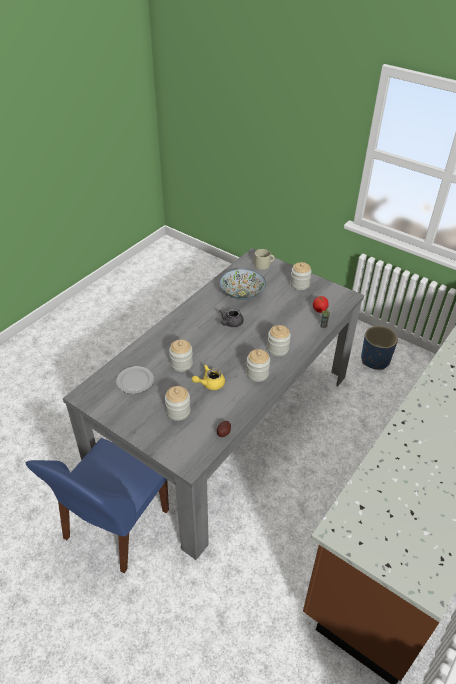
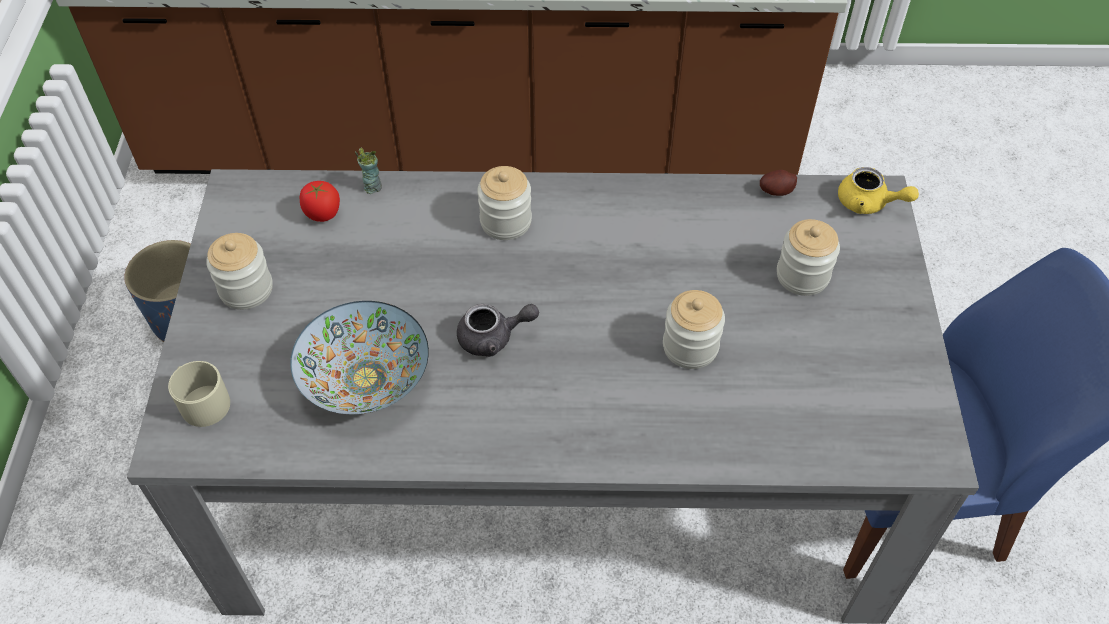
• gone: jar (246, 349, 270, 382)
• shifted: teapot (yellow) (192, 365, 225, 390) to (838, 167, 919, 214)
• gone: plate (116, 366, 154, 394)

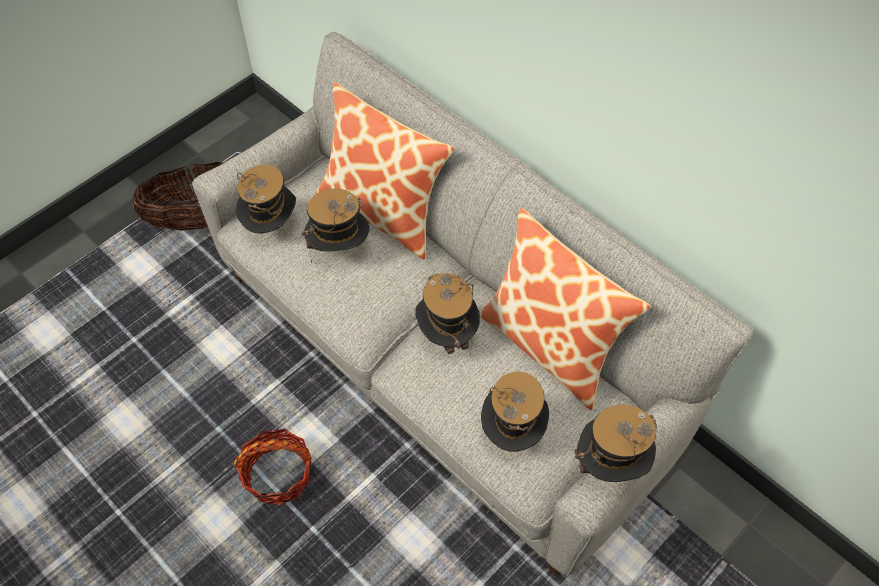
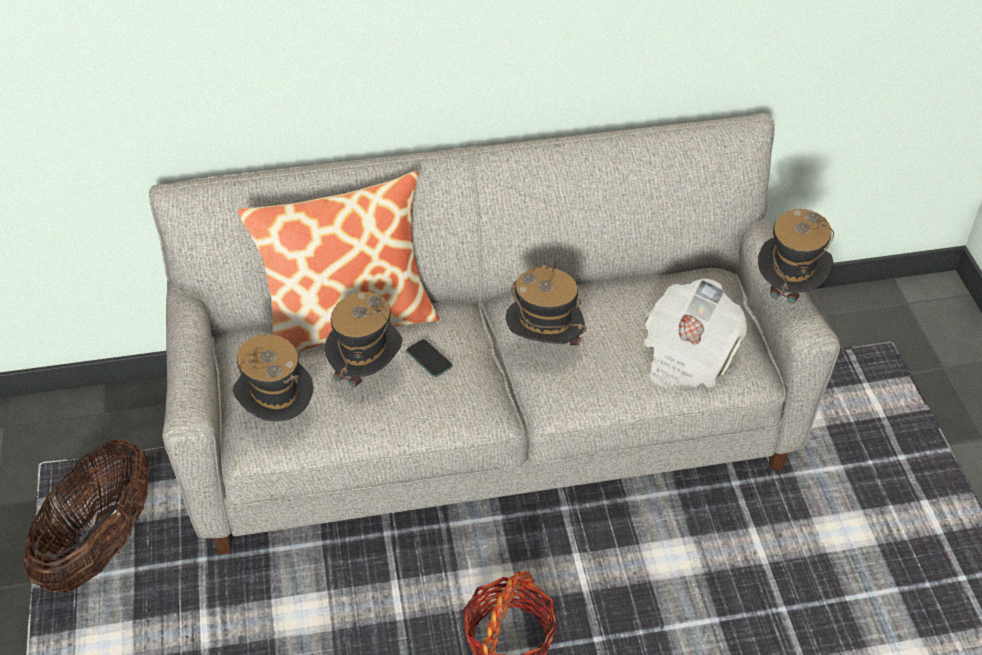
• gone: pillow (479, 208, 651, 410)
• swapped: hat (481, 372, 549, 452) to newspaper (644, 279, 747, 388)
• new: phone (406, 339, 453, 377)

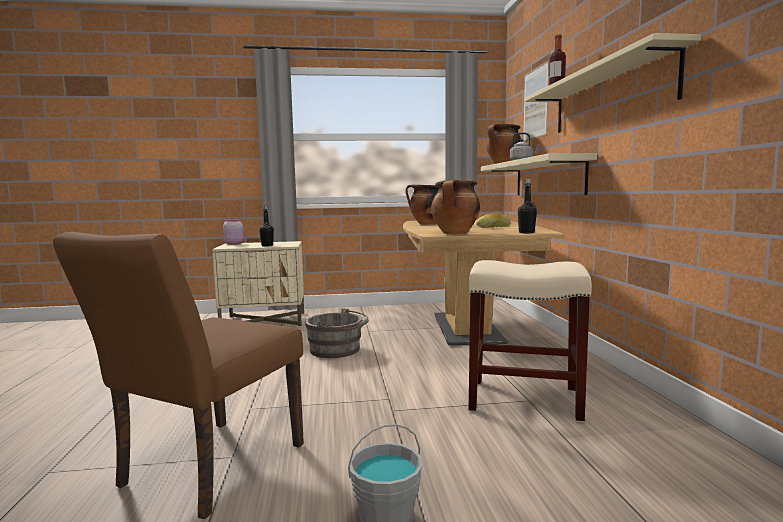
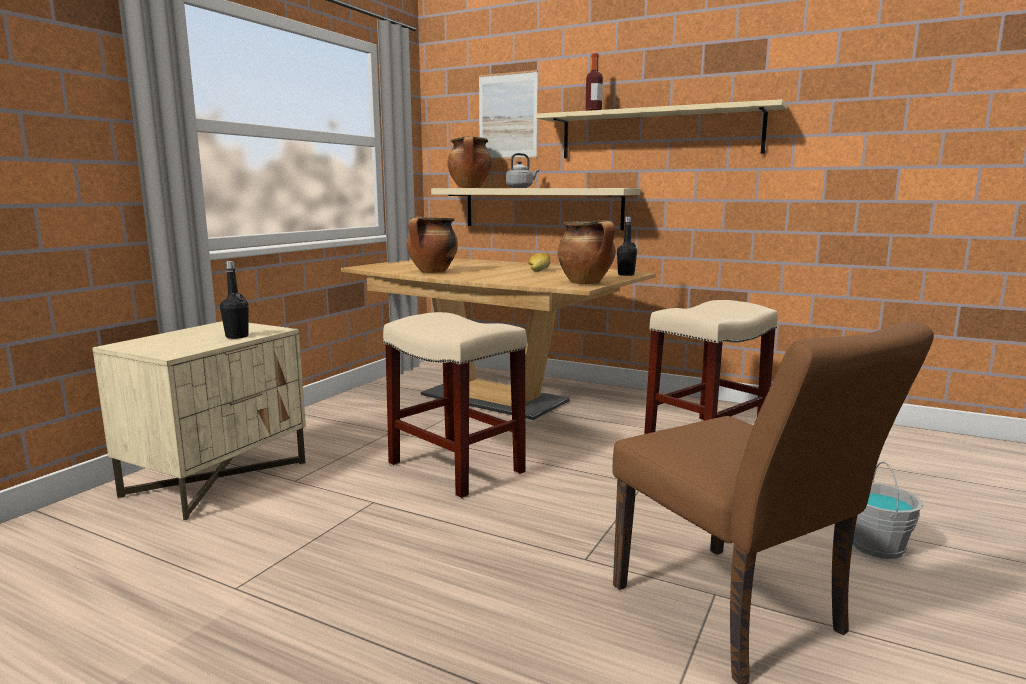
• gone: jar (pink) (223, 218, 244, 245)
• swapped: bucket (grey) (305, 308, 369, 358) to stool (beige) (383, 312, 527, 499)

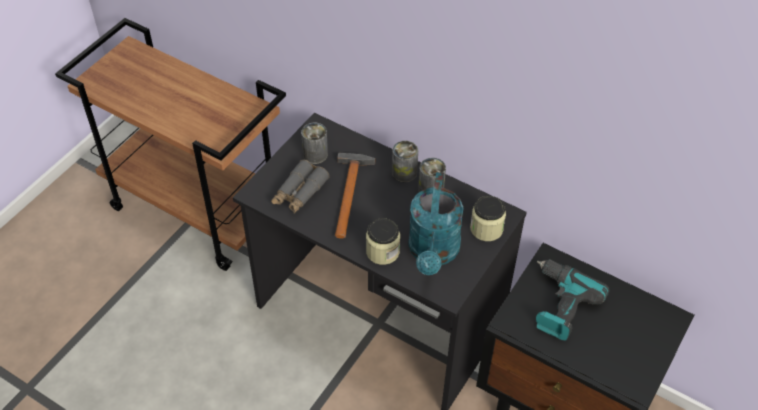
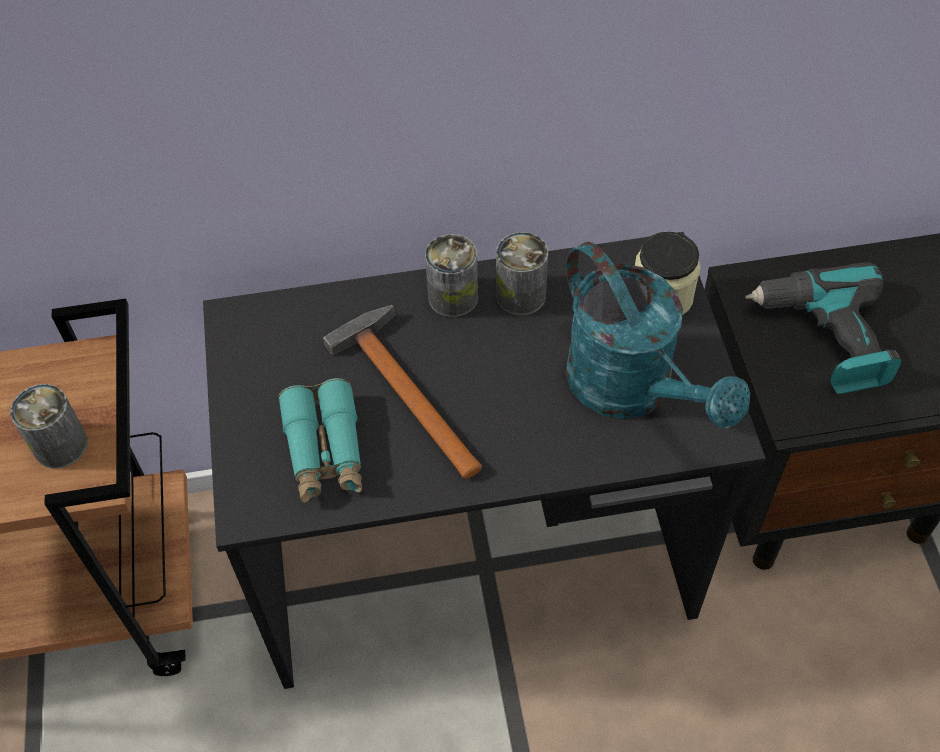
• shifted: can (301, 123, 328, 164) to (10, 384, 88, 468)
• repainted: binoculars (grey) (271, 160, 329, 214) to binoculars (turquoise) (278, 378, 362, 503)
• gone: jar (366, 218, 400, 265)

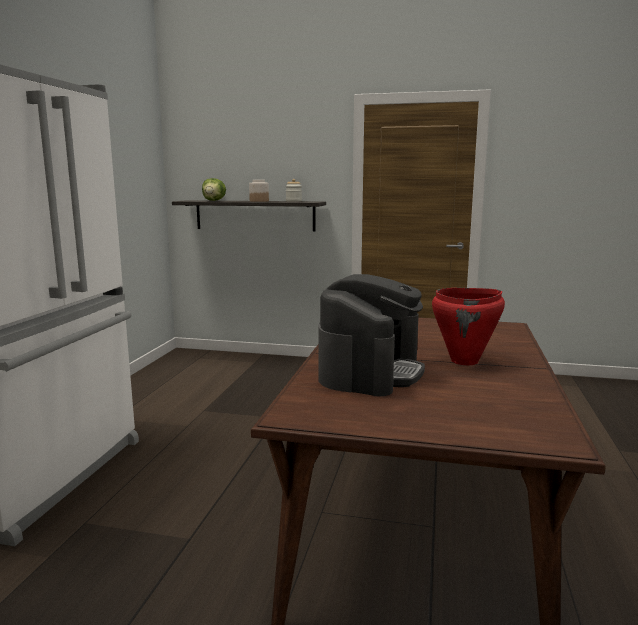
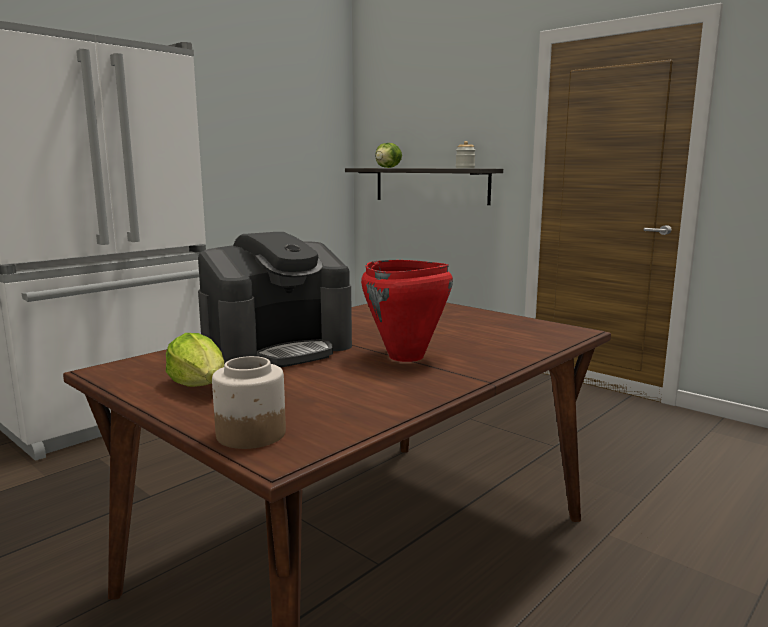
• shifted: jar (249, 180, 269, 202) to (212, 356, 286, 449)
• new: lettuce (166, 333, 224, 387)

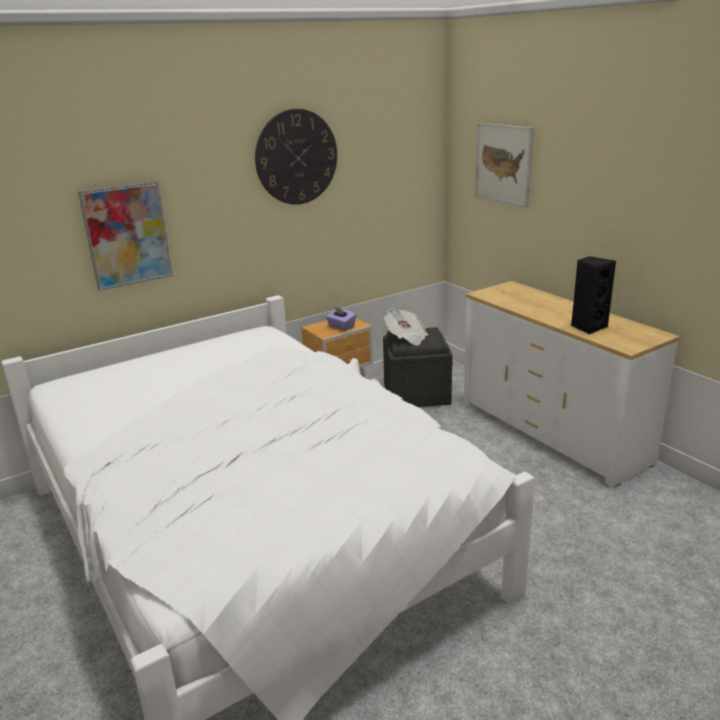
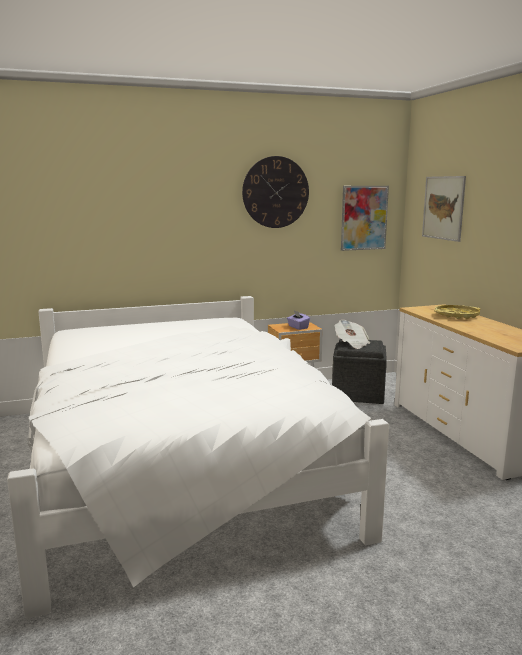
• shifted: picture (78, 181, 173, 291) to (341, 186, 389, 251)
• gone: speaker (black) (571, 256, 616, 335)
• new: tray (yellow) (434, 305, 480, 319)

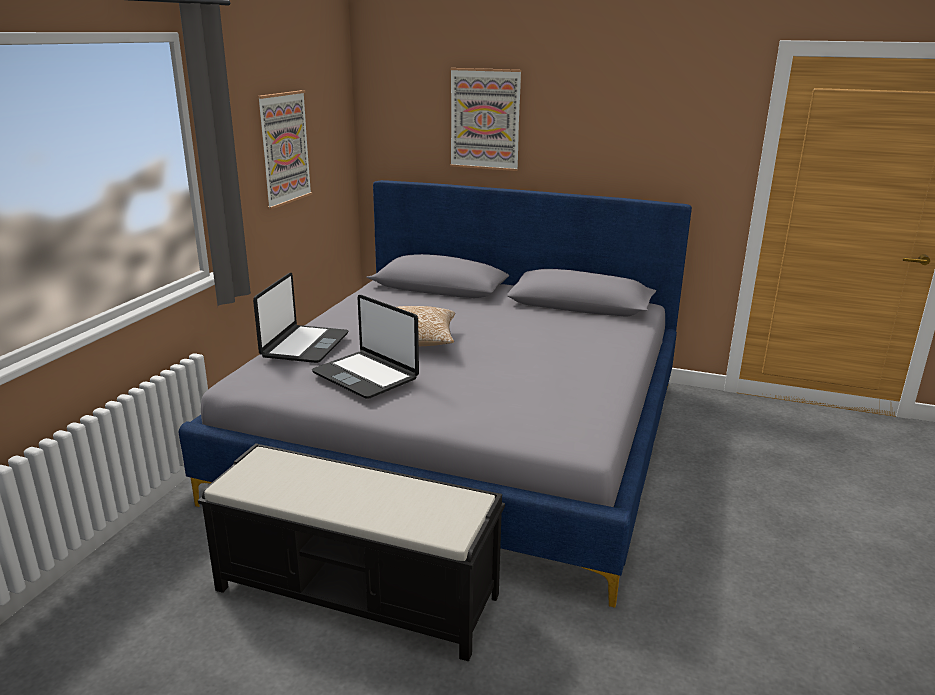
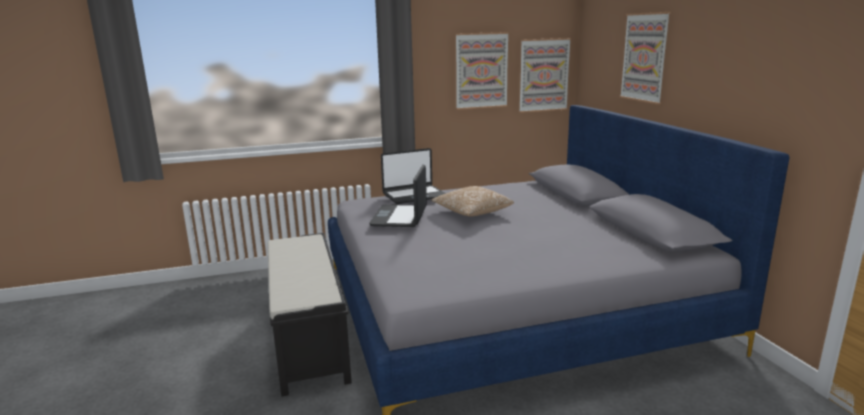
• new: picture (519, 38, 571, 113)

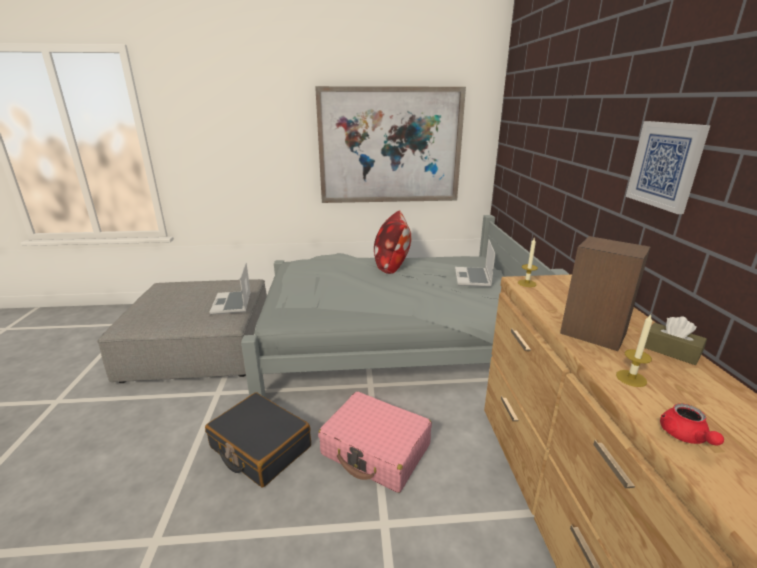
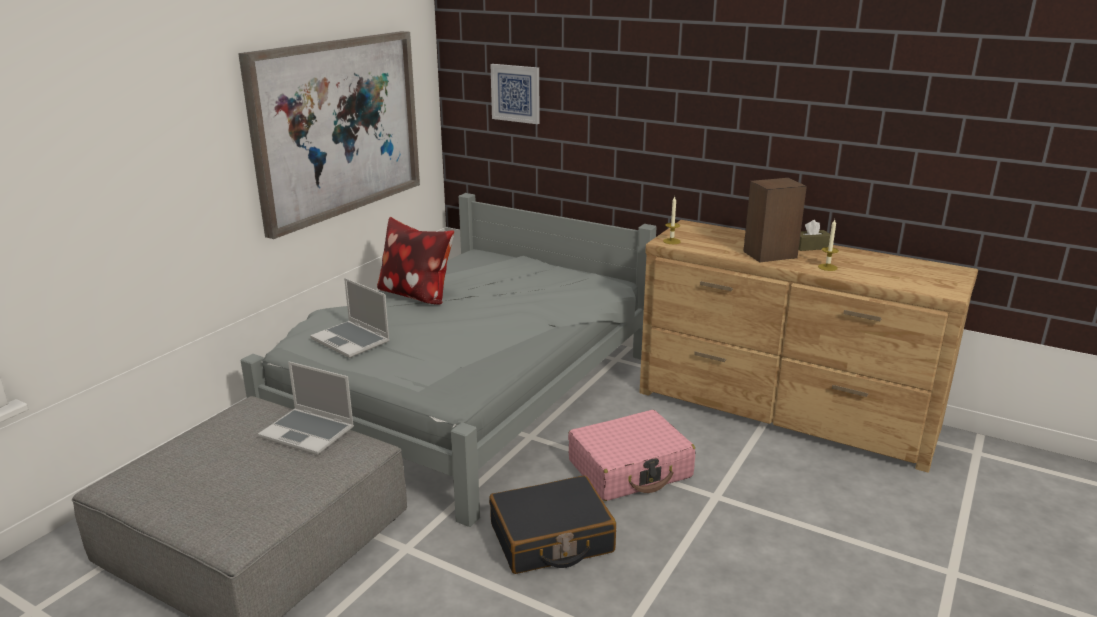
• shifted: picture (626, 121, 711, 214) to (490, 64, 539, 124)
• shifted: laptop (455, 239, 495, 287) to (310, 278, 390, 358)
• gone: teapot (red) (660, 403, 724, 446)

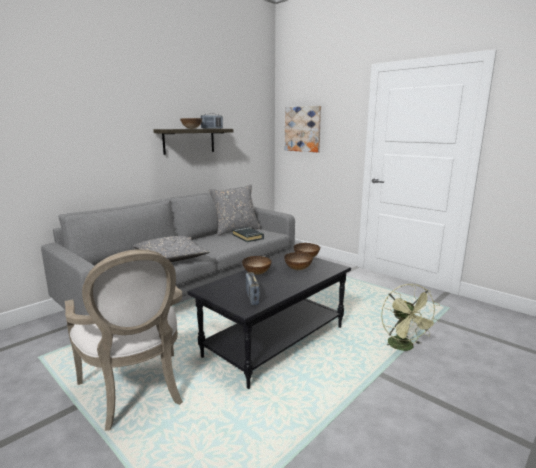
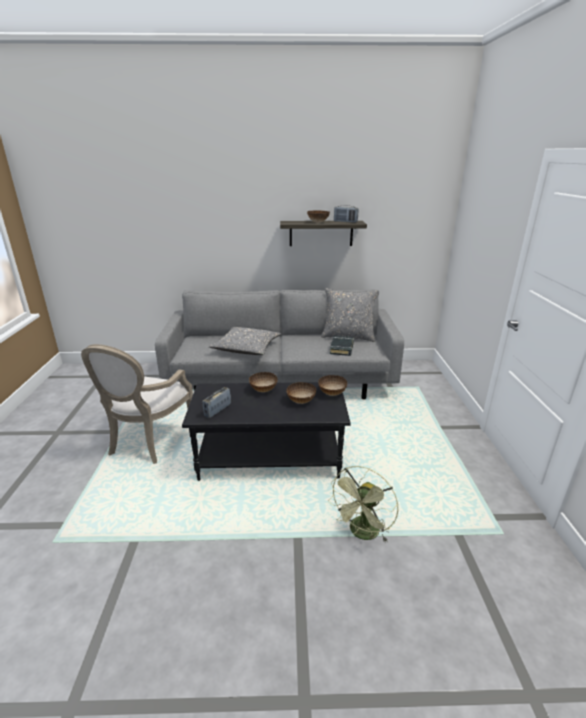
• gone: picture (285, 106, 321, 152)

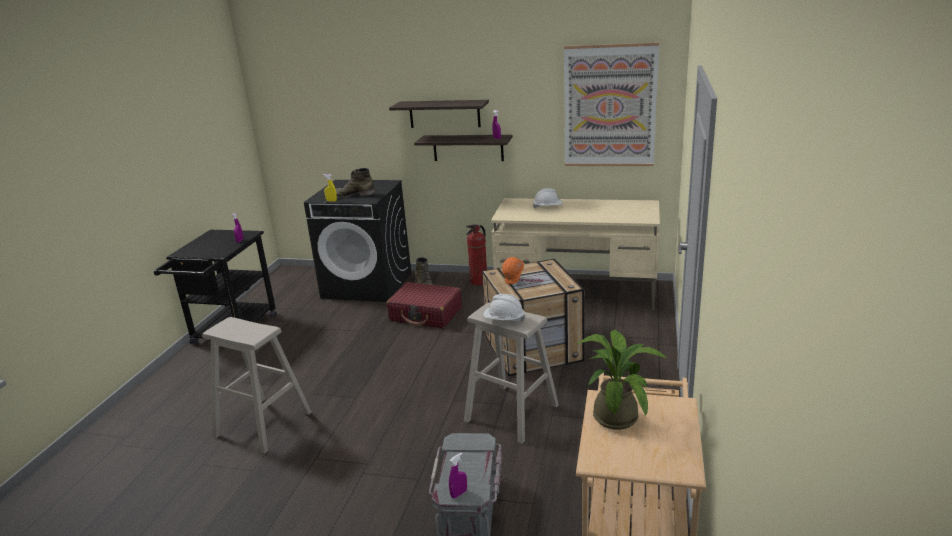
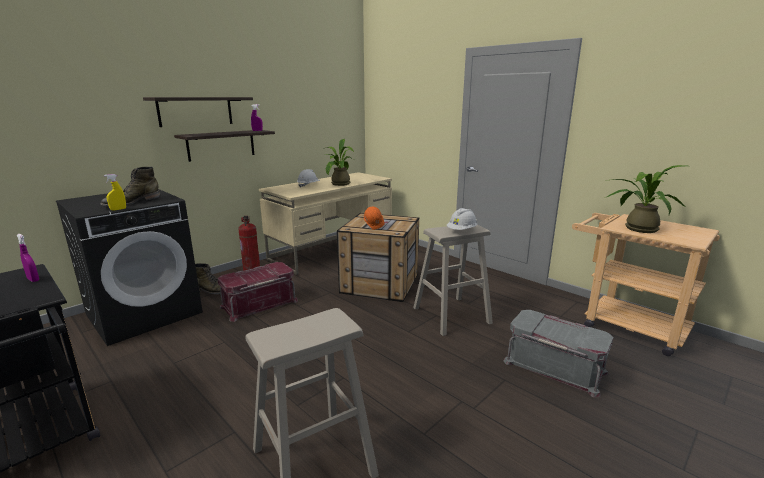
• gone: picture (564, 42, 659, 166)
• swapped: suitcase (red) (387, 282, 462, 328) to storage box (red) (218, 262, 298, 322)
• gone: spray bottle (purple) (449, 452, 467, 498)
• new: potted plant (326, 139, 354, 186)

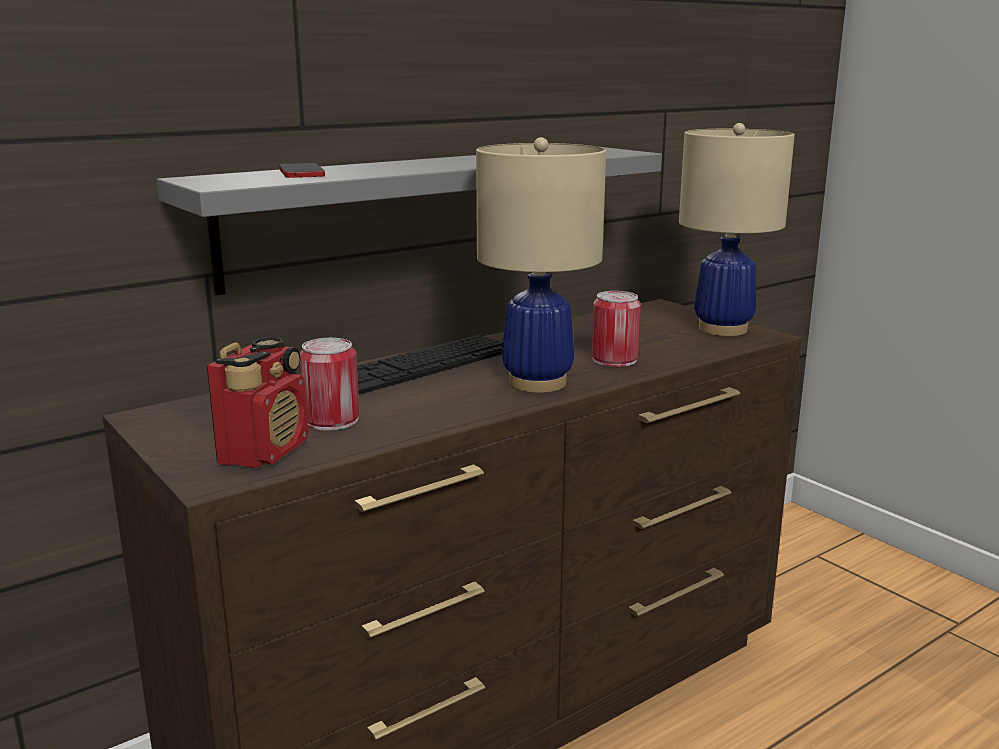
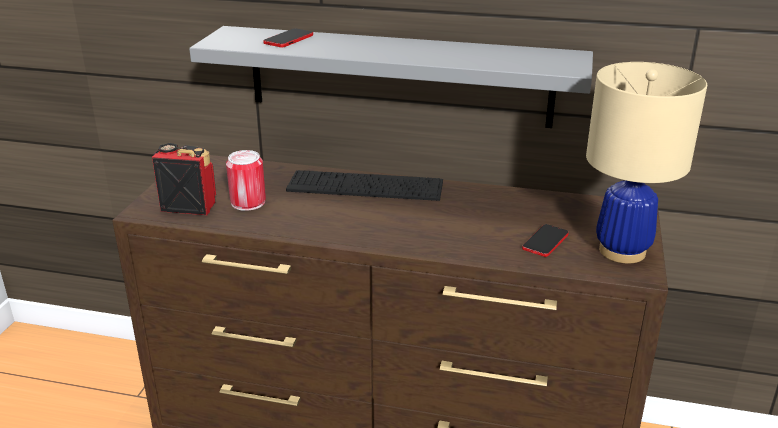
• gone: table lamp (beige) (476, 137, 606, 393)
• gone: can (592, 291, 641, 367)
• rotated: radio (207, 337, 308, 468) = (152, 143, 216, 215) 150 degrees counterclockwise
• new: phone (522, 224, 569, 257)

